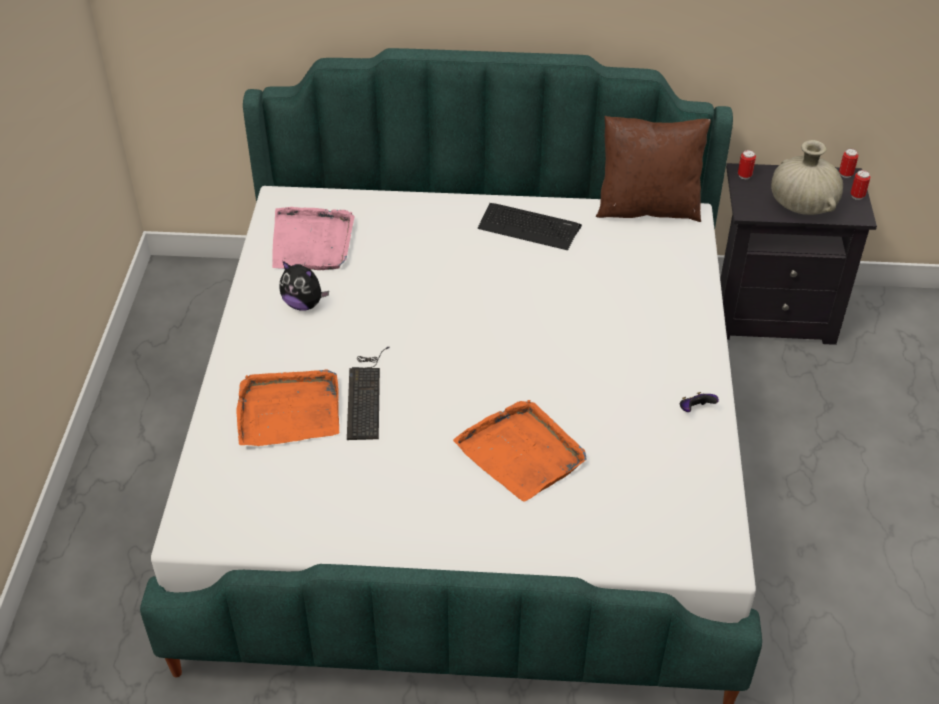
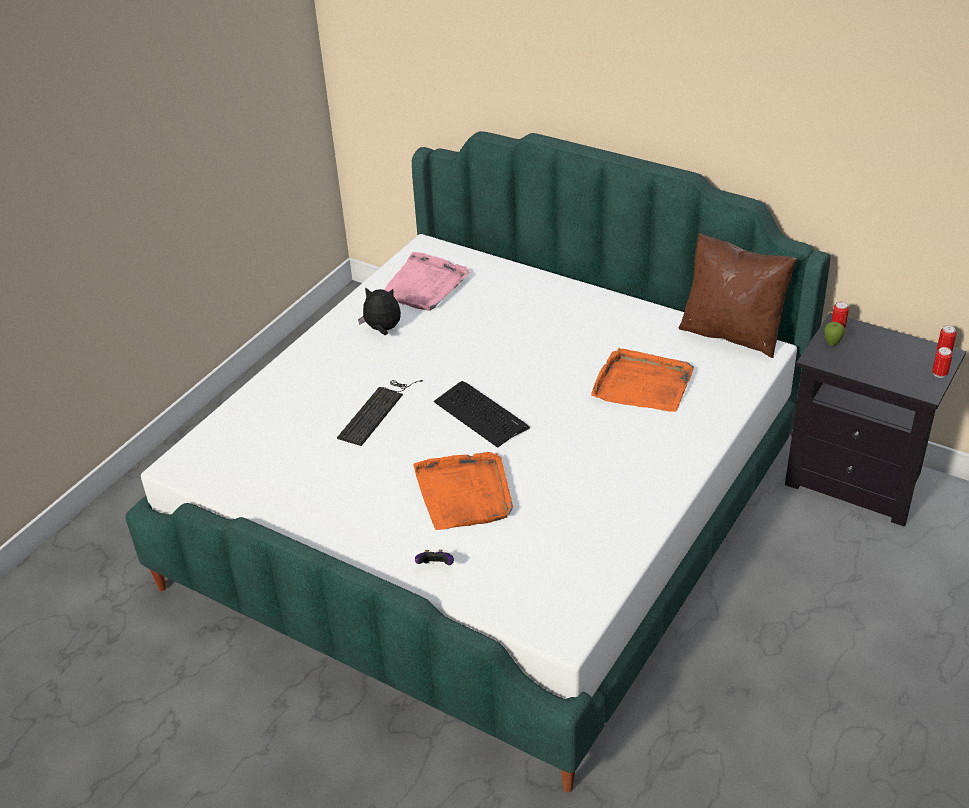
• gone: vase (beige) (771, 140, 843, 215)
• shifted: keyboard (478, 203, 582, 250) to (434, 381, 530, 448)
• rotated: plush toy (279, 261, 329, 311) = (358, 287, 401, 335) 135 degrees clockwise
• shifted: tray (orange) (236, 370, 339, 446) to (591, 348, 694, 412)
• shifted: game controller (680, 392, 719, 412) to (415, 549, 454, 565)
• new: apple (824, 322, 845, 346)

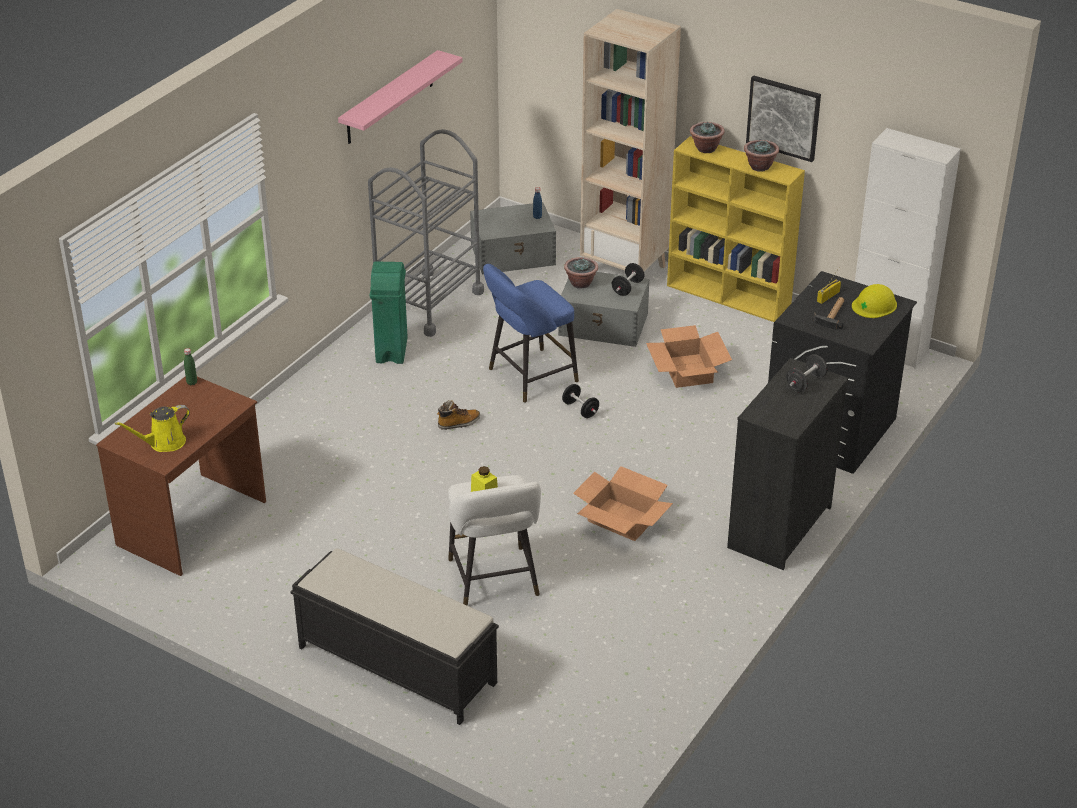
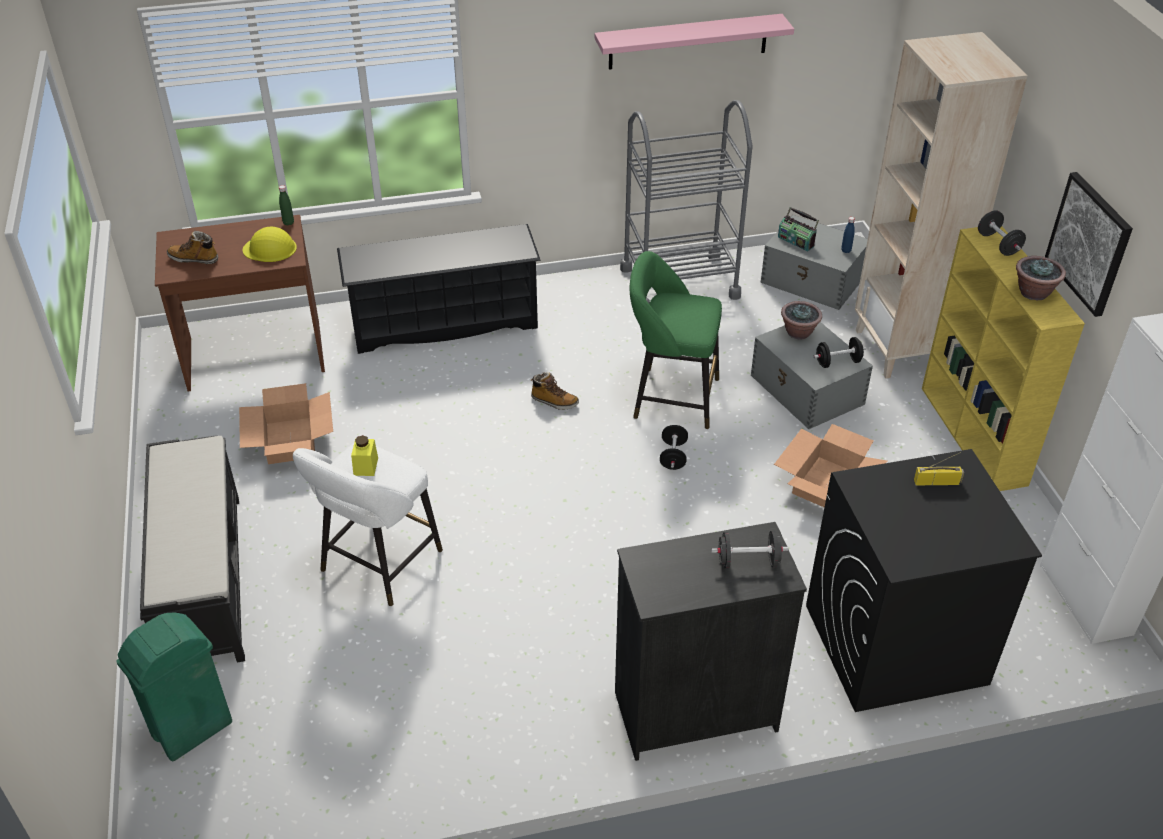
• swapped: potted plant (690, 122, 725, 153) to dumbbell (black) (978, 210, 1026, 256)
• shifted: trash can (green) (370, 261, 408, 364) to (117, 612, 232, 761)
• repainted: stool (blue) (483, 264, 579, 403) to stool (green) (630, 251, 722, 429)
• shifted: hard hat (yellow) (852, 284, 897, 318) to (243, 227, 297, 262)
• gone: hammer (813, 297, 844, 330)
• swapped: watering can (yellow) (115, 405, 190, 452) to boot (167, 231, 219, 264)
• shifted: cardboard box (573, 466, 673, 541) to (239, 383, 333, 464)
• new: radio (778, 207, 819, 251)
• new: shoe rack (black) (337, 224, 541, 354)

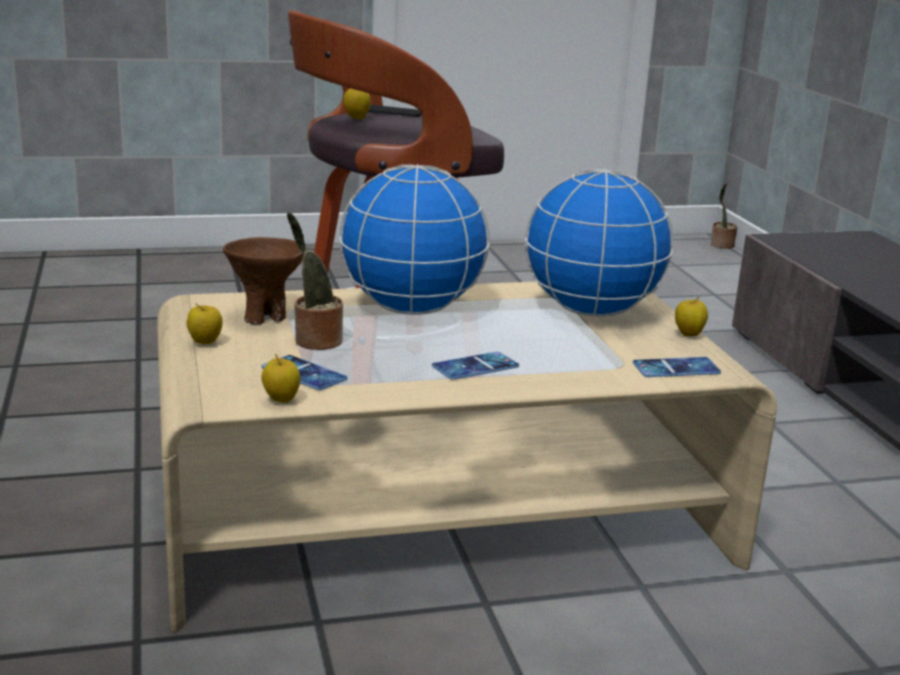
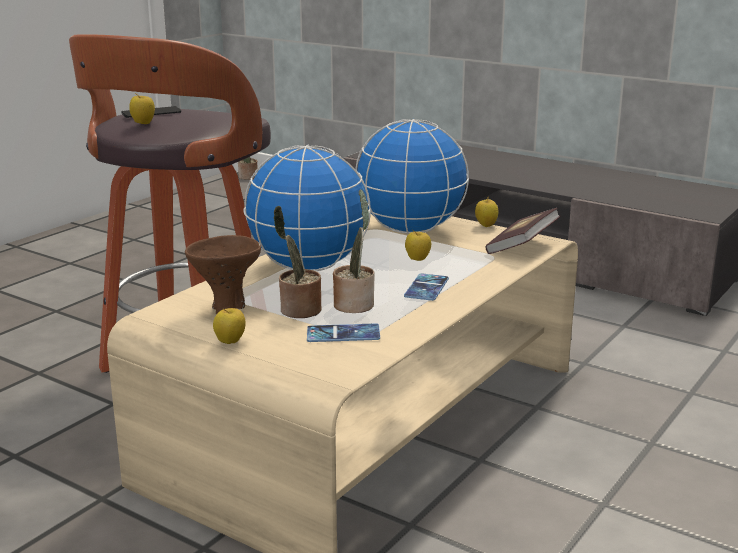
• shifted: apple (261, 354, 300, 403) to (405, 230, 431, 261)
• swapped: phone (633, 357, 721, 377) to book (485, 208, 560, 254)
• new: potted plant (333, 189, 375, 313)

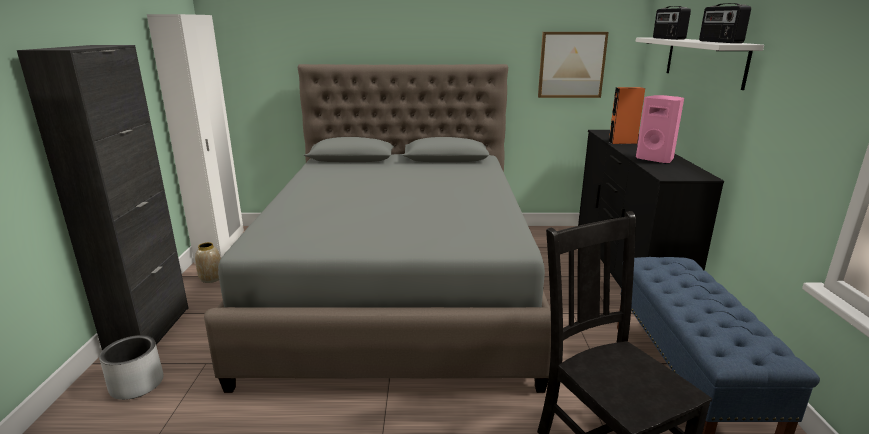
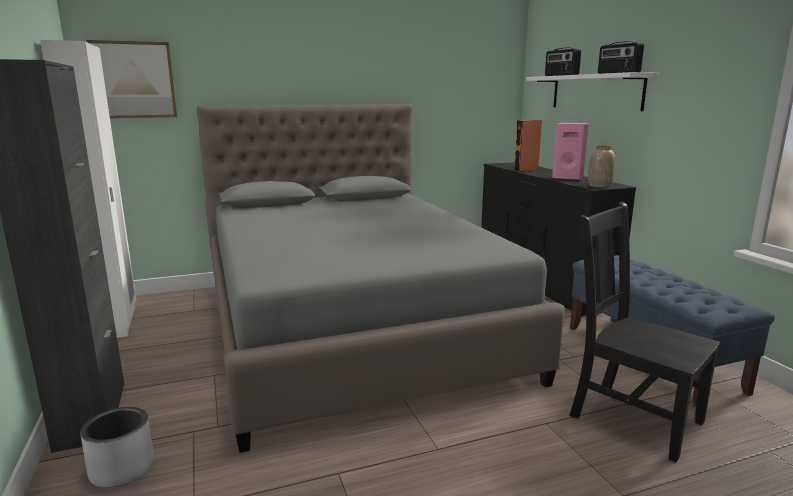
• shifted: picture (538, 32, 609, 98) to (86, 40, 177, 118)
• shifted: vase (195, 242, 221, 283) to (587, 146, 616, 188)

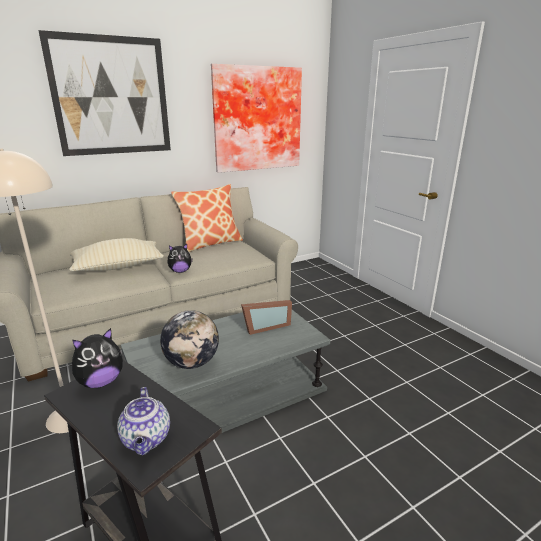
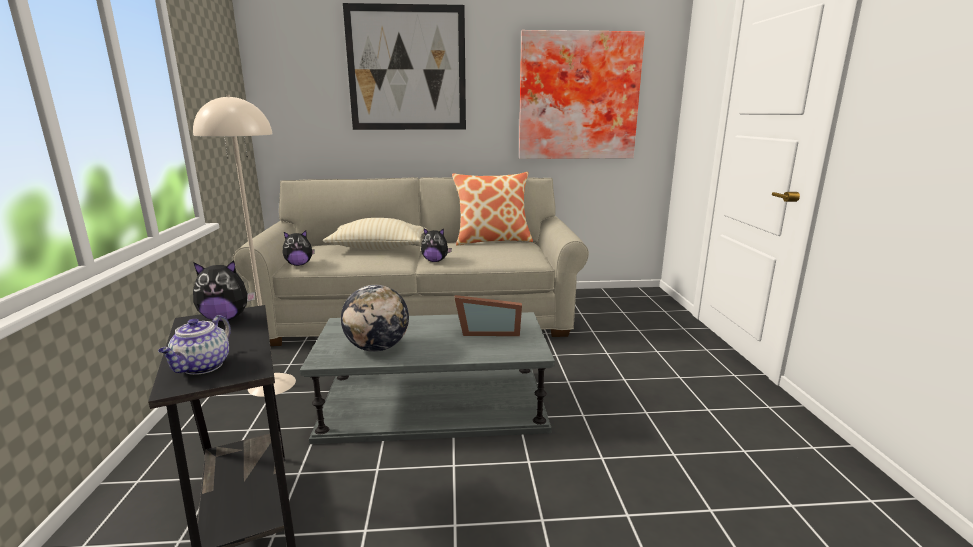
• new: plush toy (283, 230, 315, 266)

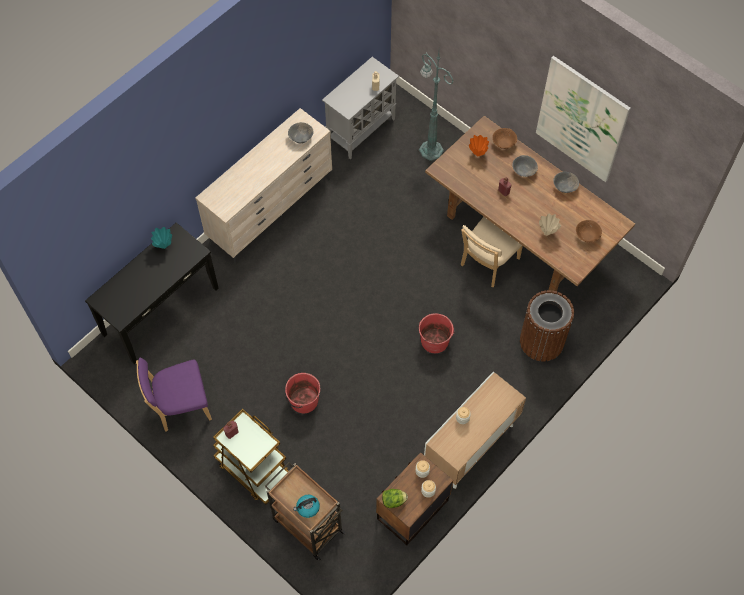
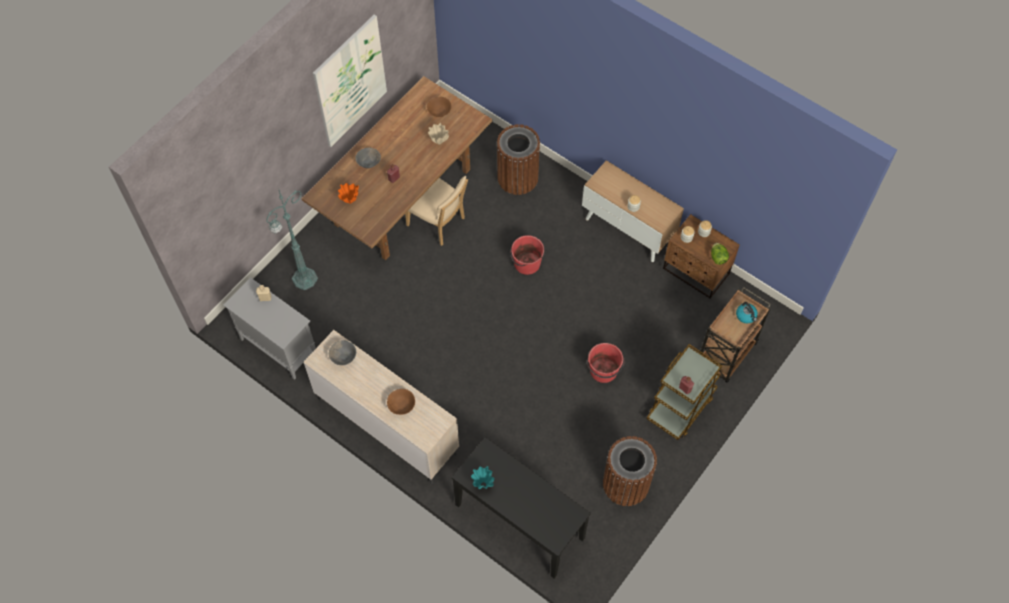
• shifted: bowl (brown) (492, 128, 517, 149) to (387, 389, 415, 415)
• gone: bowl (grey) (553, 172, 579, 193)
• swapped: chair (purple) (136, 357, 212, 431) to trash can (brown) (603, 436, 657, 506)

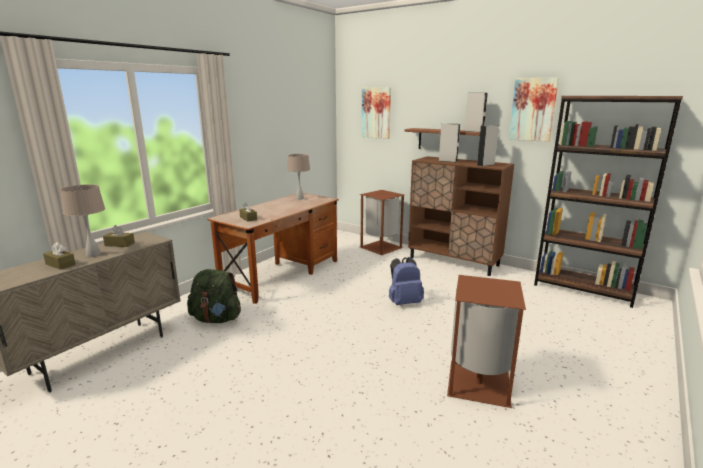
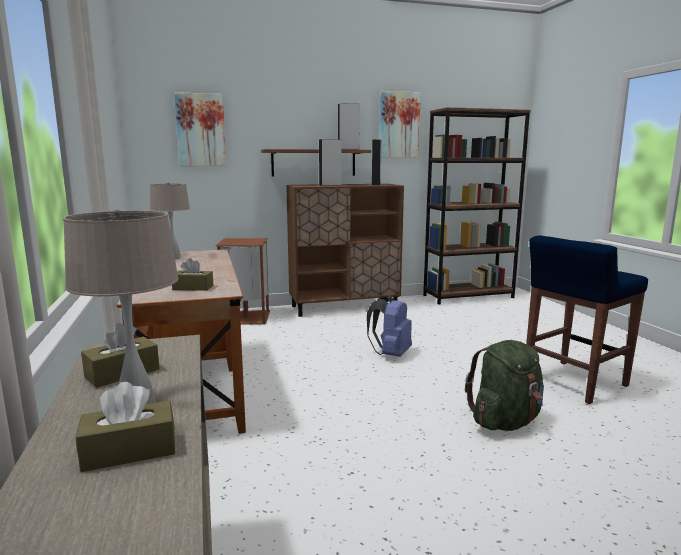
• shifted: backpack (green) (187, 269, 241, 323) to (465, 340, 544, 431)
• swapped: trash can (brown) (447, 275, 526, 408) to stool (blue) (526, 235, 648, 404)

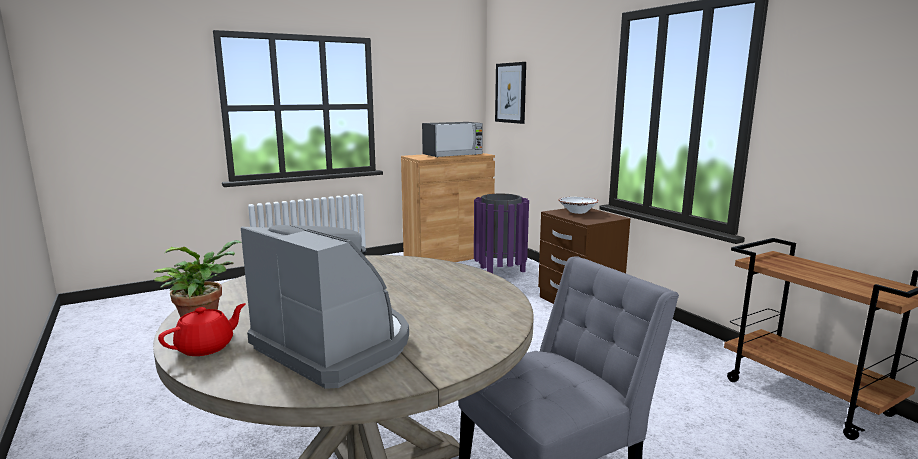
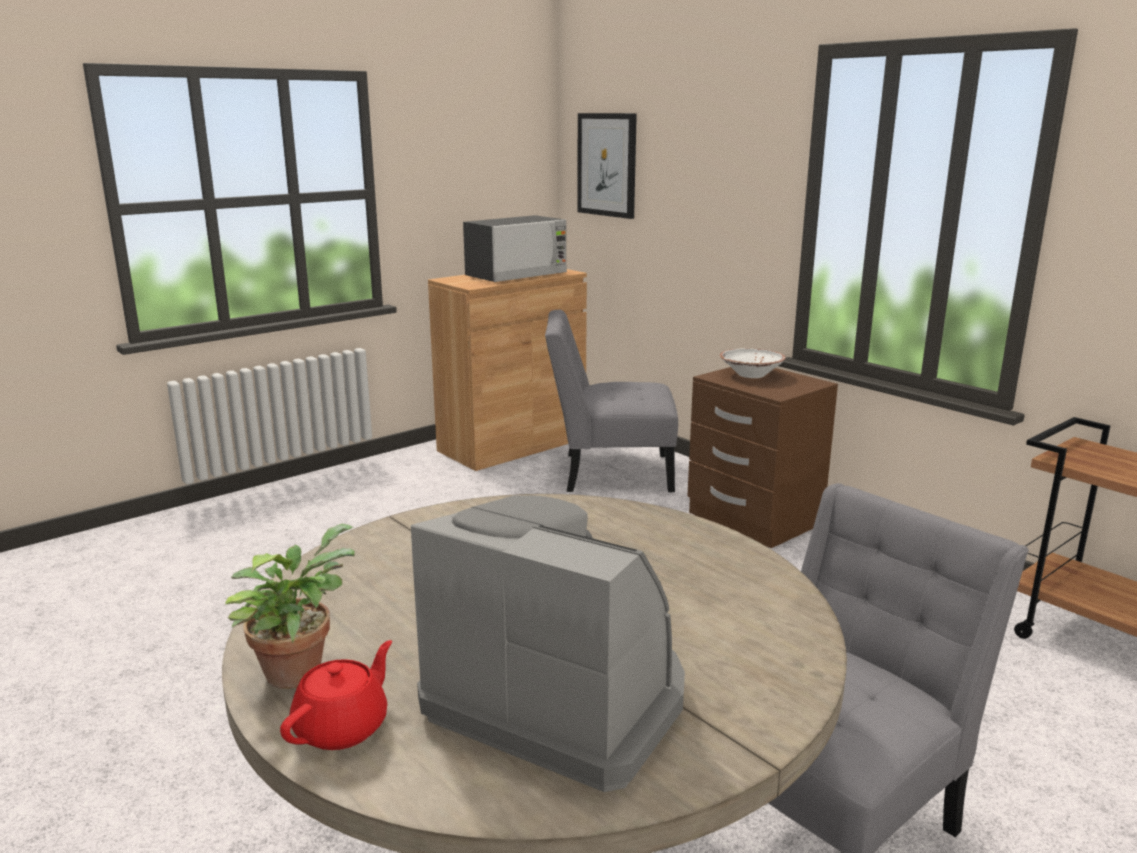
• swapped: trash can (purple) (474, 194, 529, 273) to chair (grey) (545, 310, 678, 493)

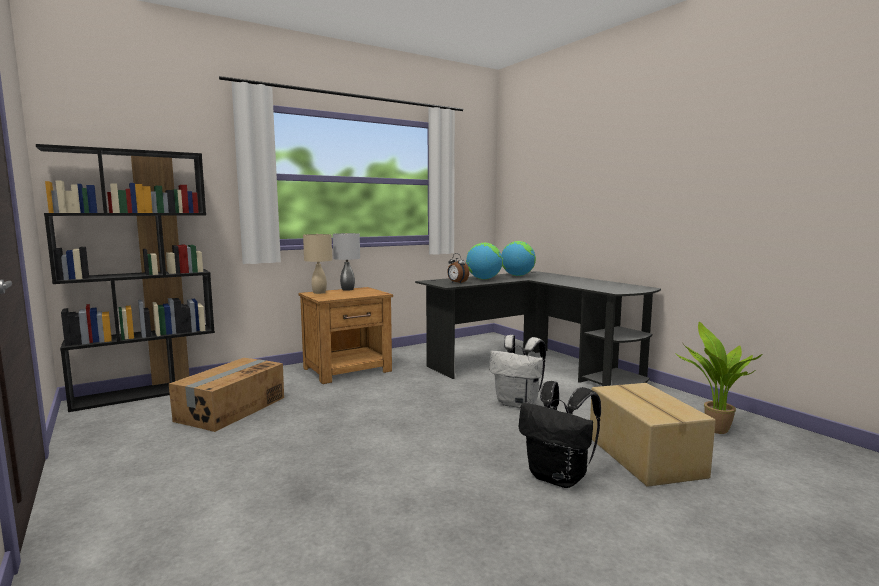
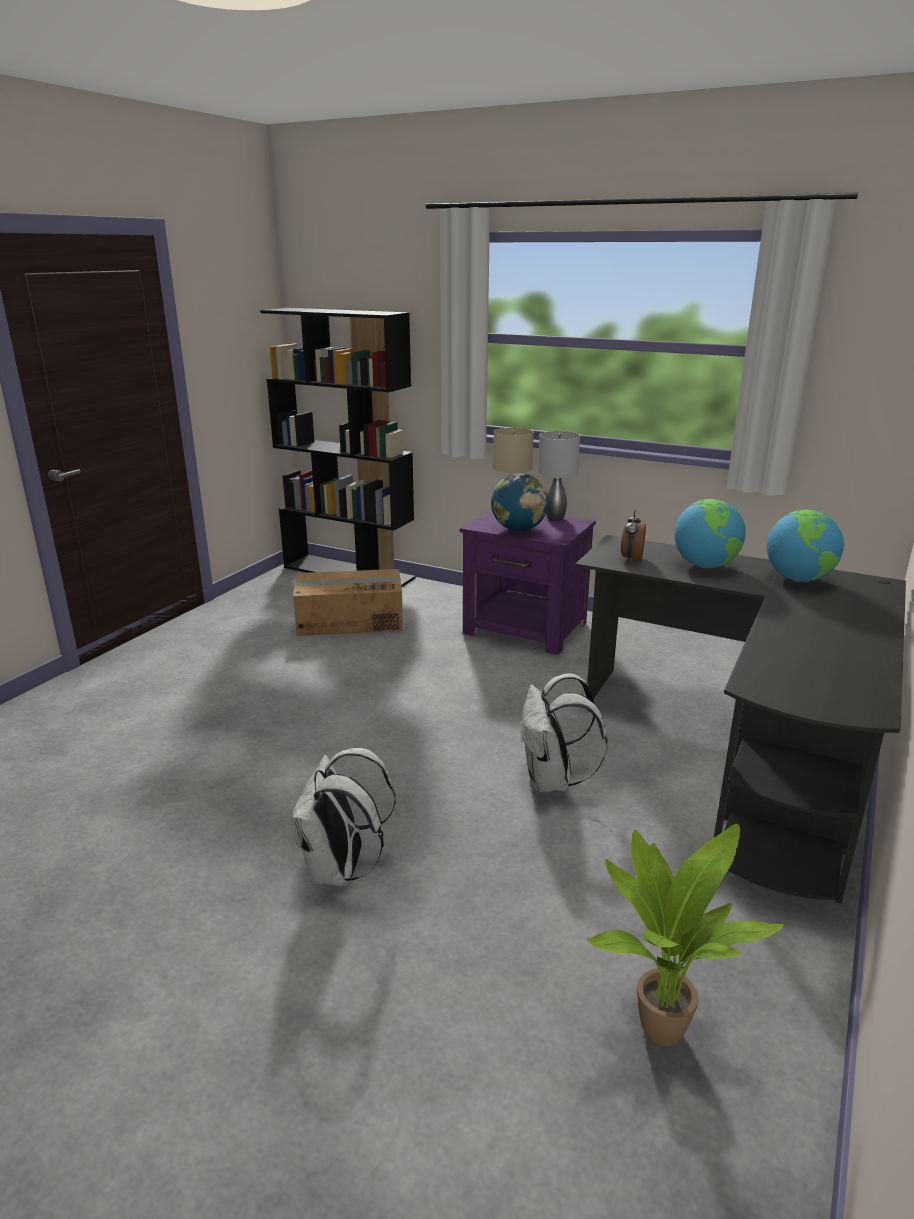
• repainted: nightstand (brown) (299, 287, 393, 384) to nightstand (purple) (460, 509, 596, 655)
• repainted: backpack (black) (519, 381, 601, 488) to backpack (white) (292, 748, 396, 886)
• gone: cardboard box (590, 383, 716, 487)
• new: globe (491, 473, 549, 531)

